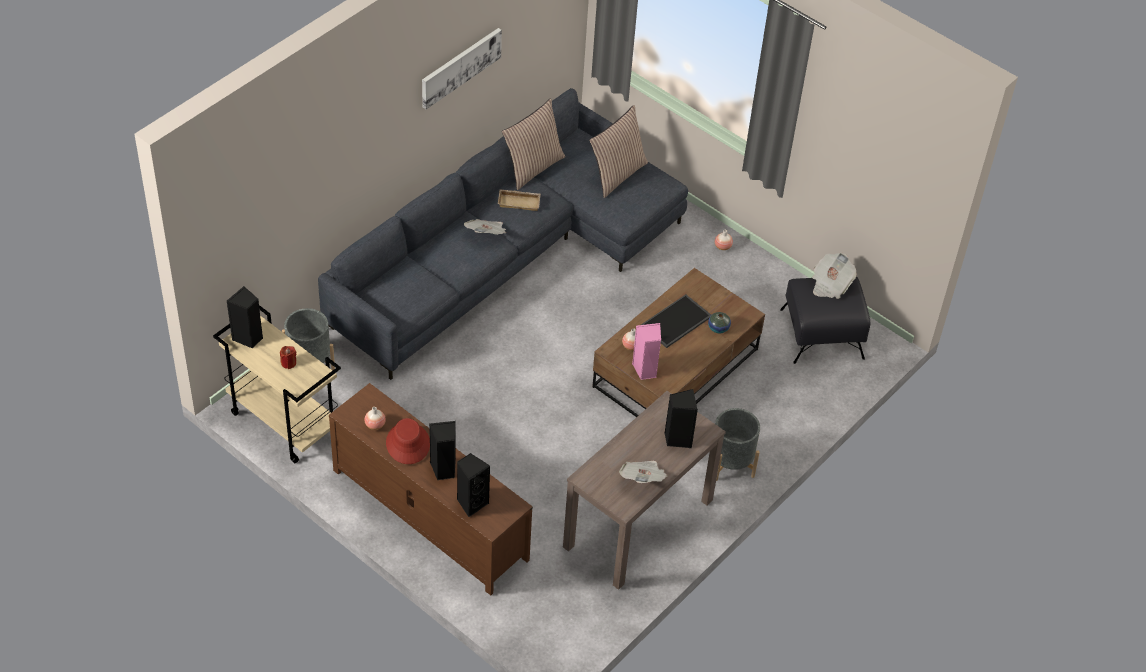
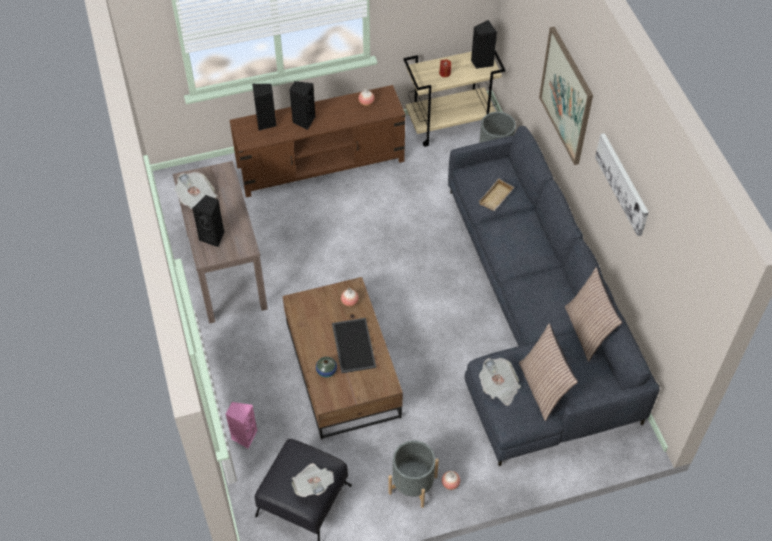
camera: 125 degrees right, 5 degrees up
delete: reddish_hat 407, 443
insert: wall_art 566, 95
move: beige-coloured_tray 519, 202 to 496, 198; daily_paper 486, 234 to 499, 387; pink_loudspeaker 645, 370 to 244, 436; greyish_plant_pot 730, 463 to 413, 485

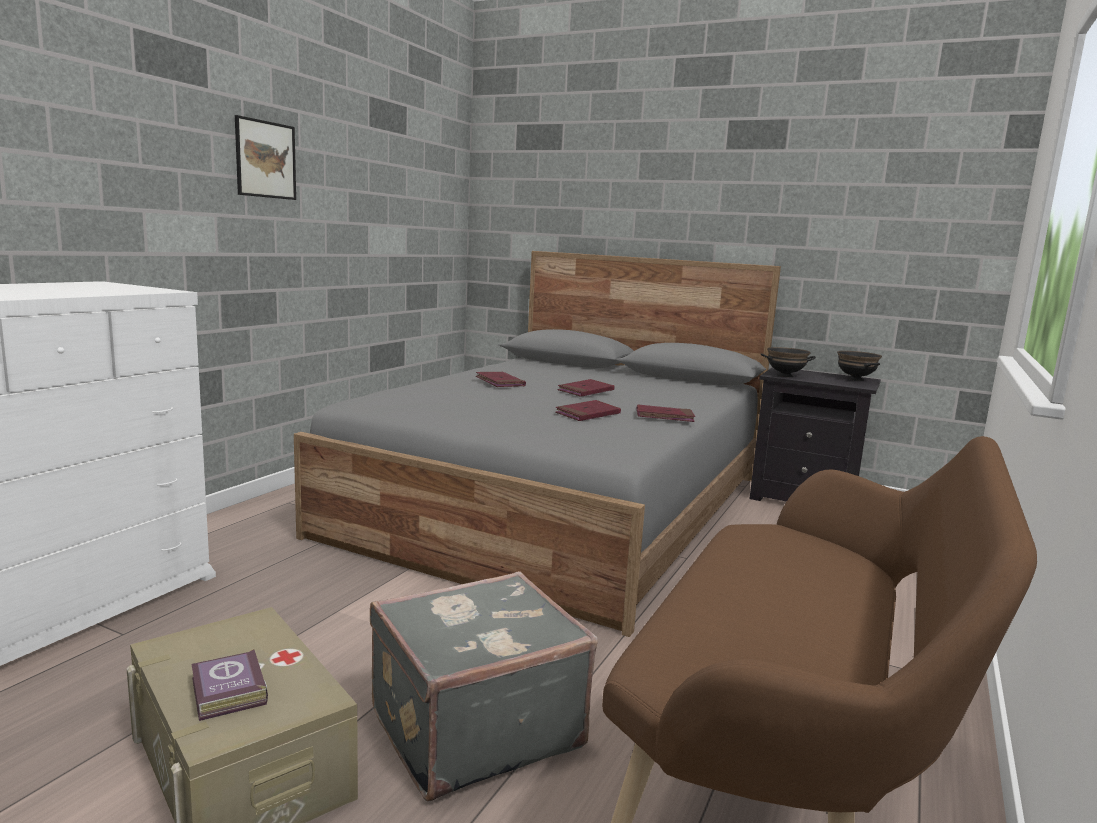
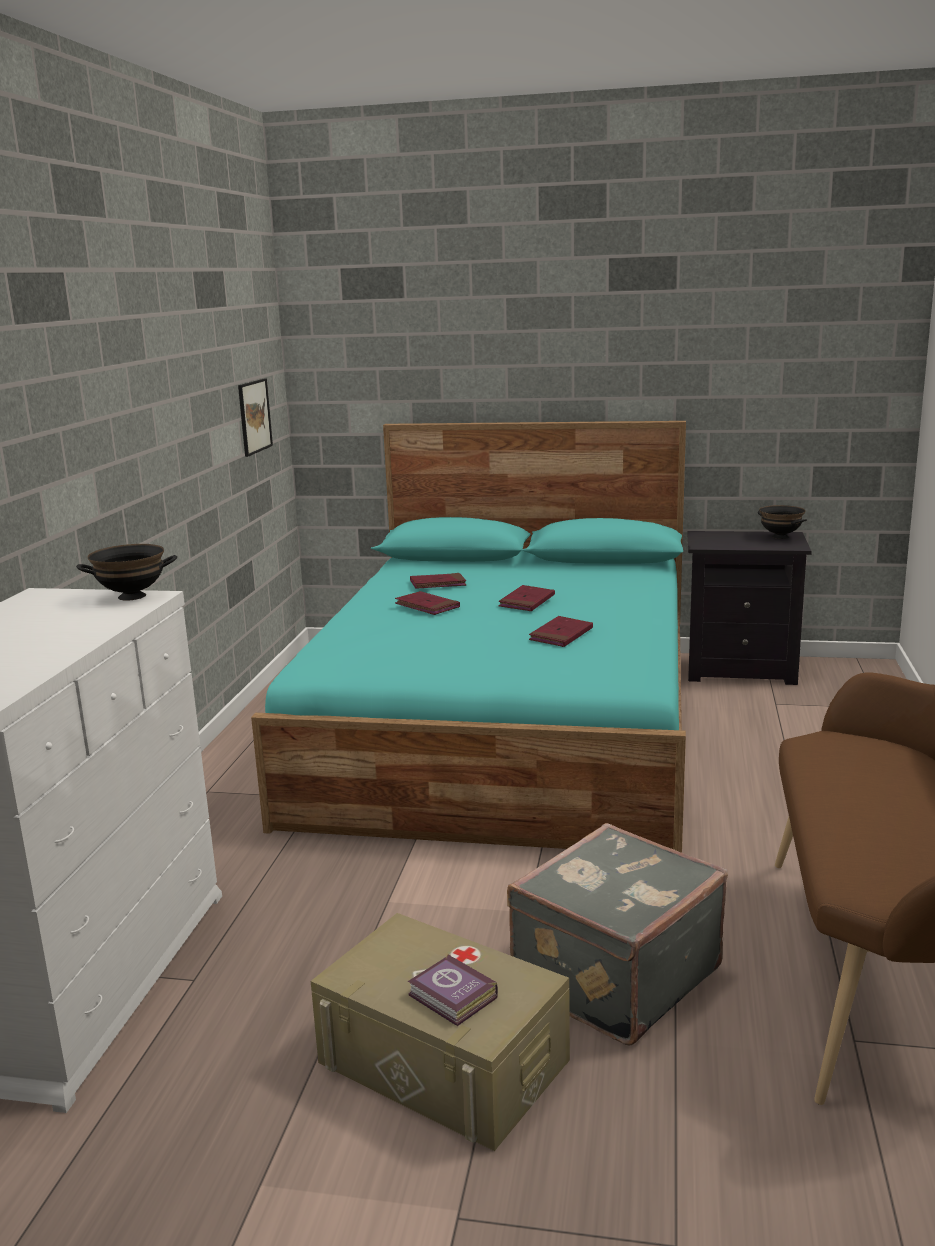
camera: 15 degrees left, 5 degrees up
move: wall_art 265, 159 to 254, 416; blackish_bowl 785, 375 to 132, 596; reddish_volume 664, 416 to 438, 584
recolor: greyish_bedroom_bed 562, 504 to blue-green_bedroom_bed 508, 728

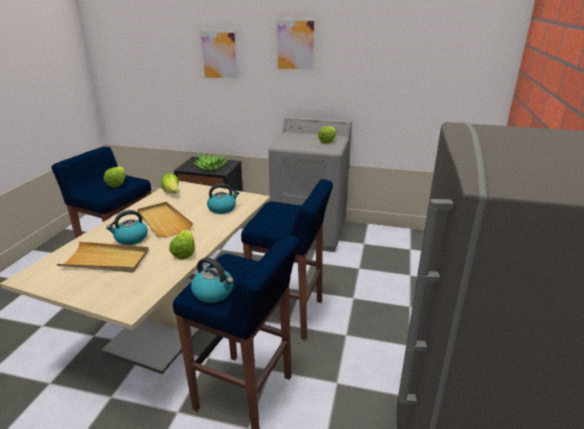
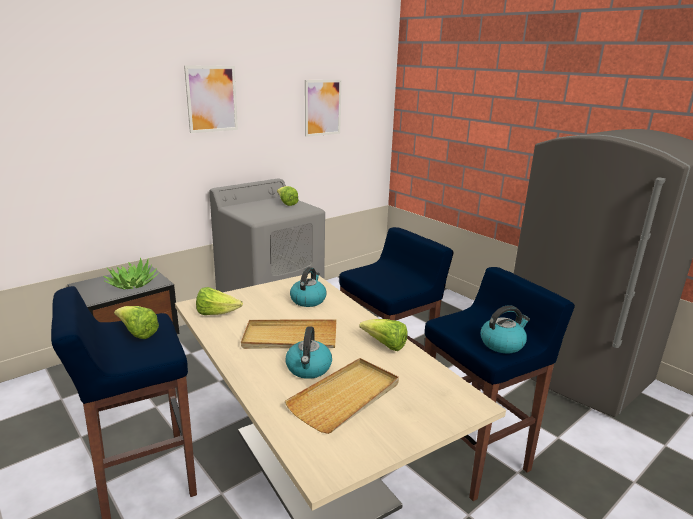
camera: 55 degrees left, 5 degrees down
move: wall_art 219, 55 to 322, 107

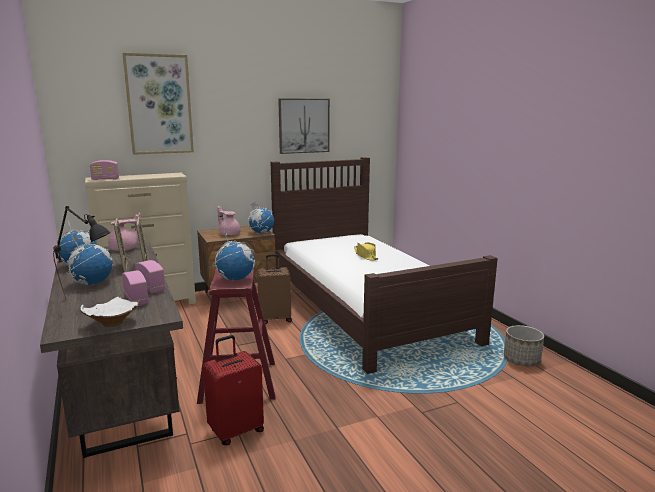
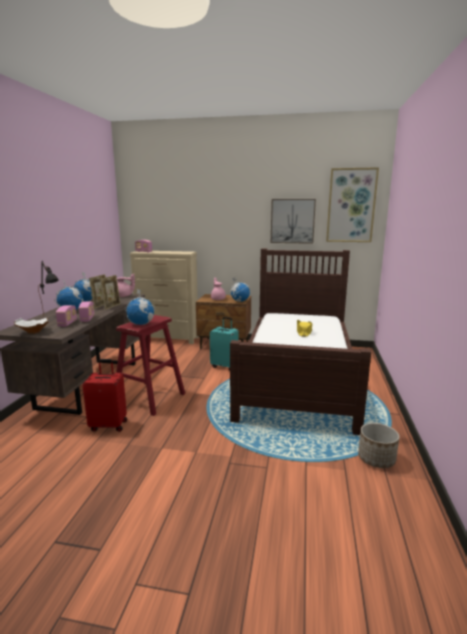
camera: 35 degrees right, 0 degrees up
move: wall_art 159, 104 to 351, 205
recolor: brown-coloured_suitcase 275, 319 to blue-green_suitcase 225, 366

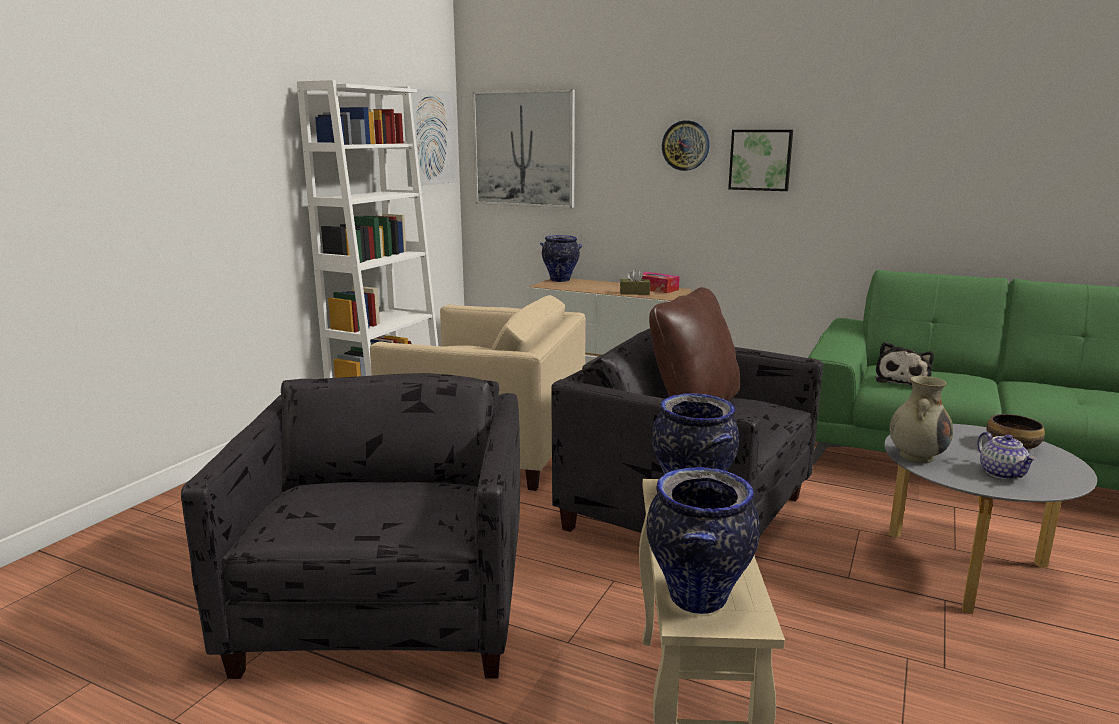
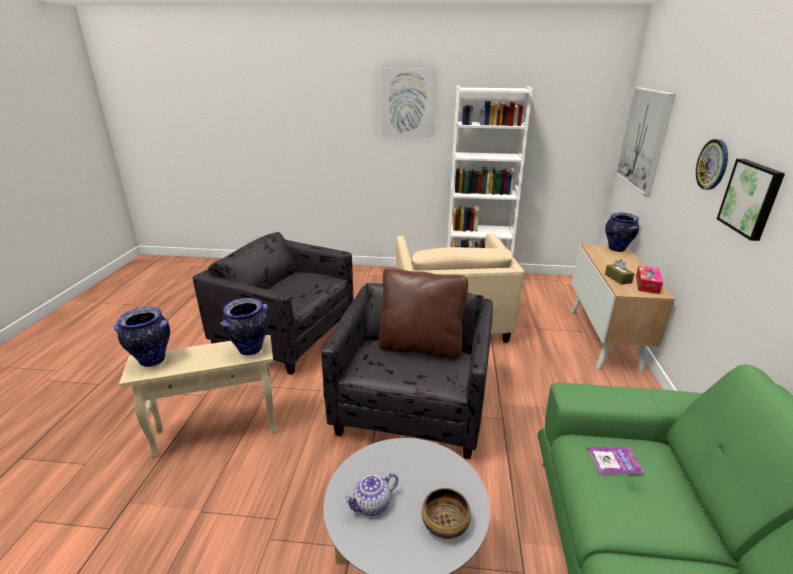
camera: 70 degrees right, 10 degrees up
delete: beige-coloured_flower_vase 916, 456
move: wall_art 428, 137 to 407, 103
replace: plush_toy 902, 380 to volume 614, 462
rotate: greyish_armchair 387, 606 = 284, 335 135 degrees counterclockwise

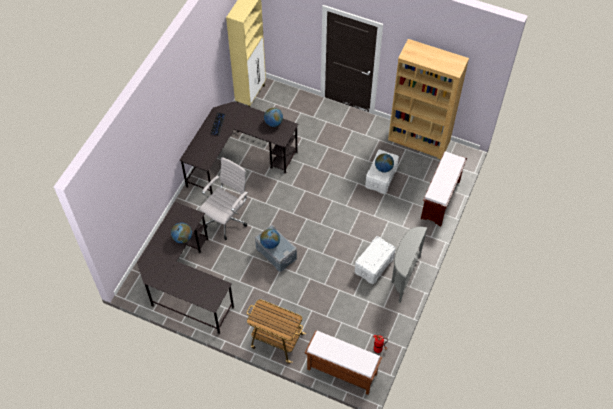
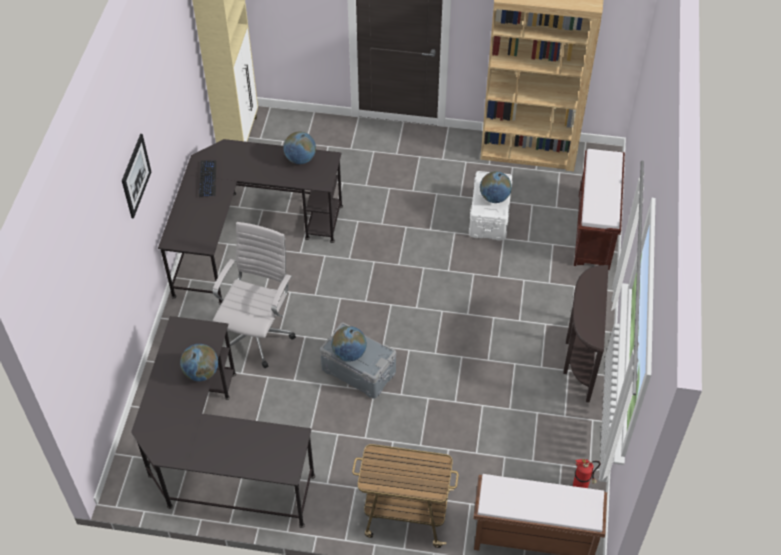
camera: 15 degrees left, 5 degrees down
delete: white-coloured_storage_container 374, 265
insert: wall_art 136, 176
recolor: greyish_narrow_table 403, 276 to brown-coloured_narrow_table 578, 359

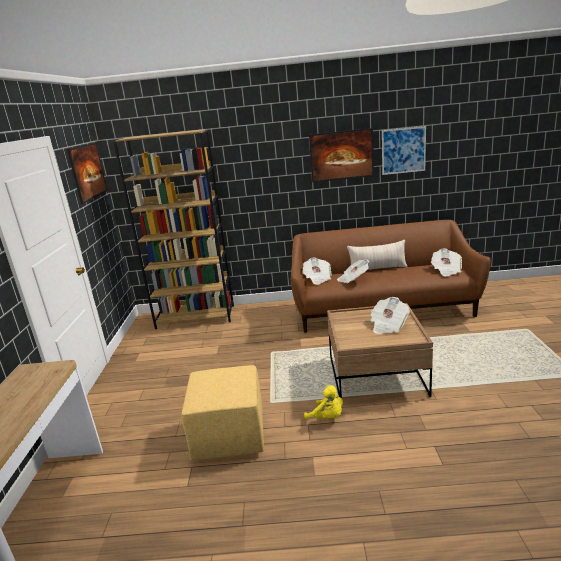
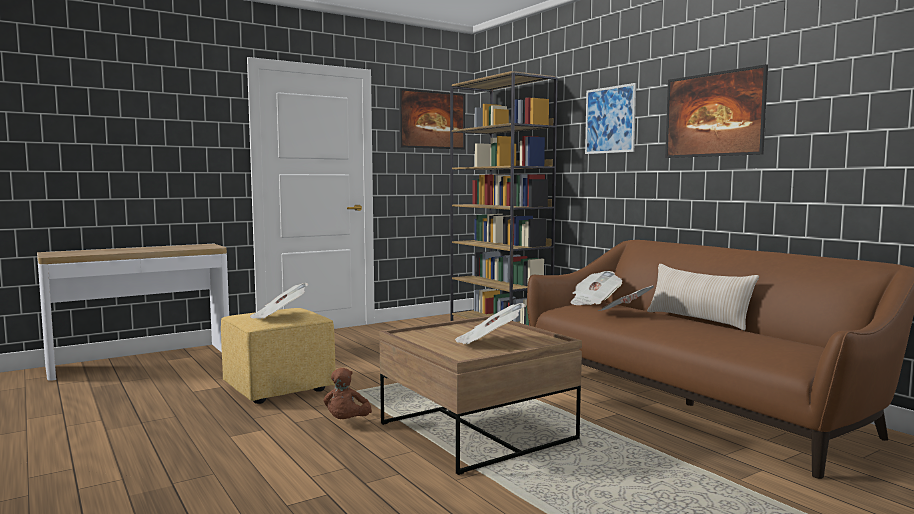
camera: 55 degrees right, 15 degrees down
move: wall_art 403, 150 to 610, 120; daily_paper 446, 270 to 279, 316
recolor: yellow_plush_toy 327, 417 to brown-coloured_plush_toy 347, 422

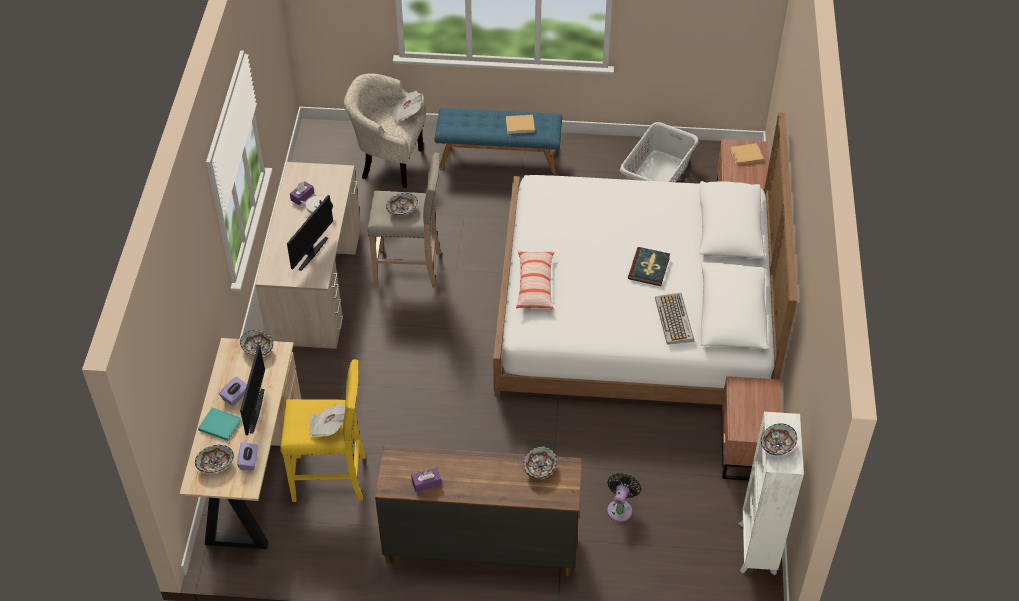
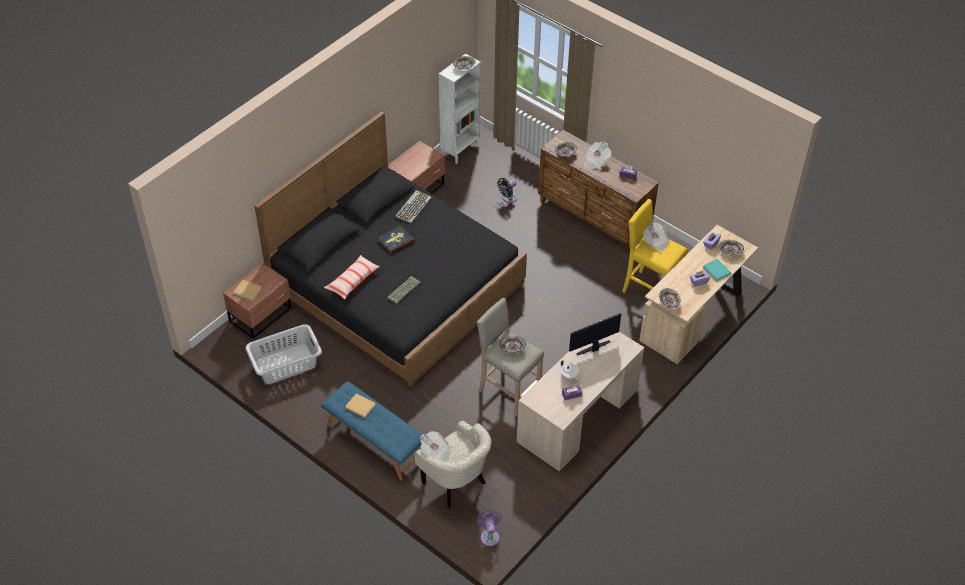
camera: 145 degrees left, 0 degrees up
delete: monitor 255, 411
insert: daily_paper 596, 161; computer_keyboard 403, 290; purplish_electric_fan 489, 535
move: pillow 535, 285 to 353, 281
recolor: white-coloured_bedroom_bed 635, 311 to blackish_bedroom_bed 397, 286

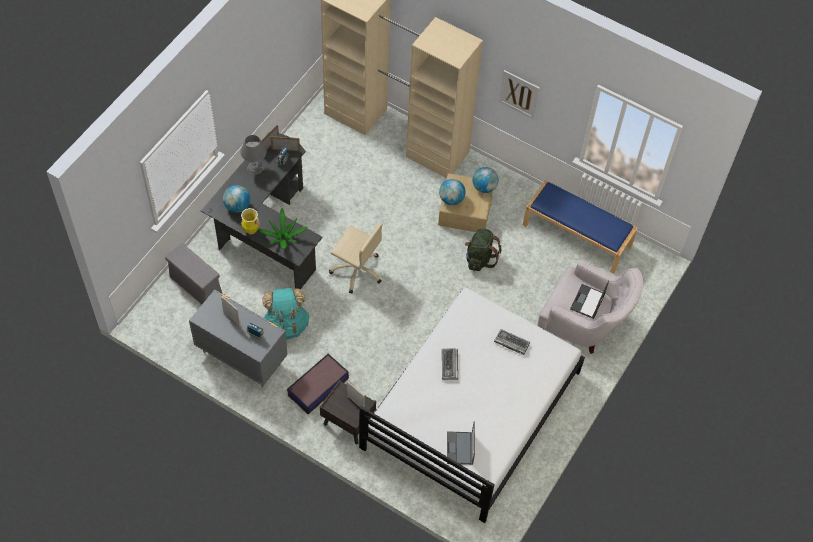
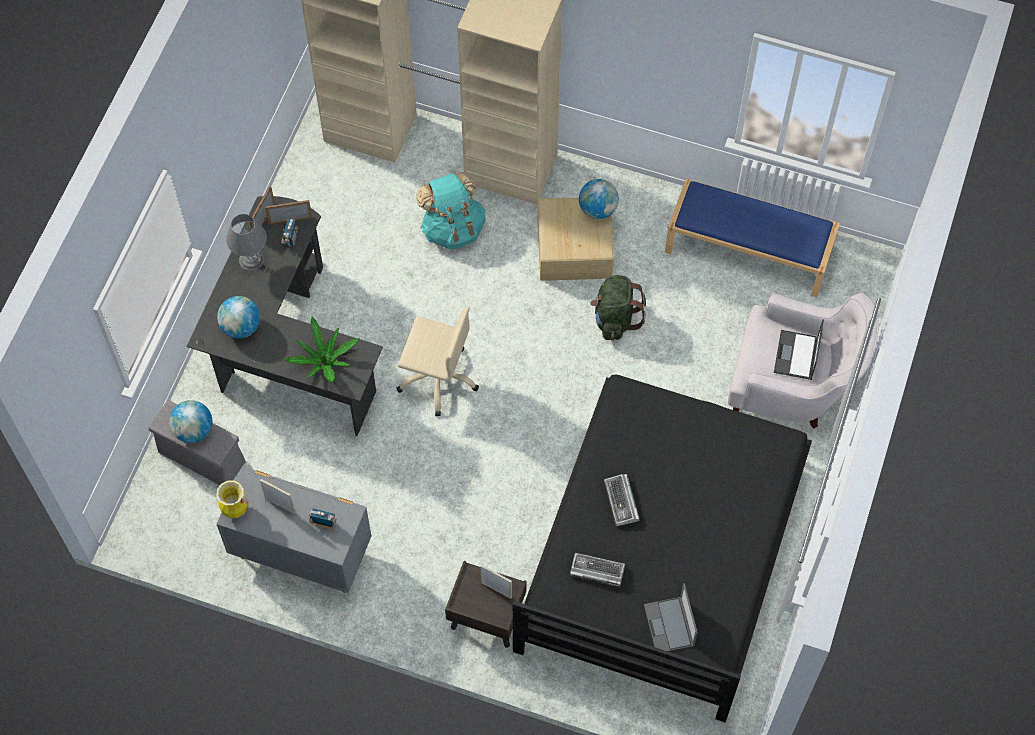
camera: 10 degrees left, 5 degrees up
delete: wall_art 519, 94; storage_container 317, 387
move: world_globe 451, 199 to 194, 430; flower_vase 251, 230 to 235, 510; blue-green_backpack 286, 324 to 453, 228; computer_keyboard 511, 343 to 596, 571
recolor: white-coloured_bedroom_bed 470, 409 to blackish_bedroom_bed 661, 554

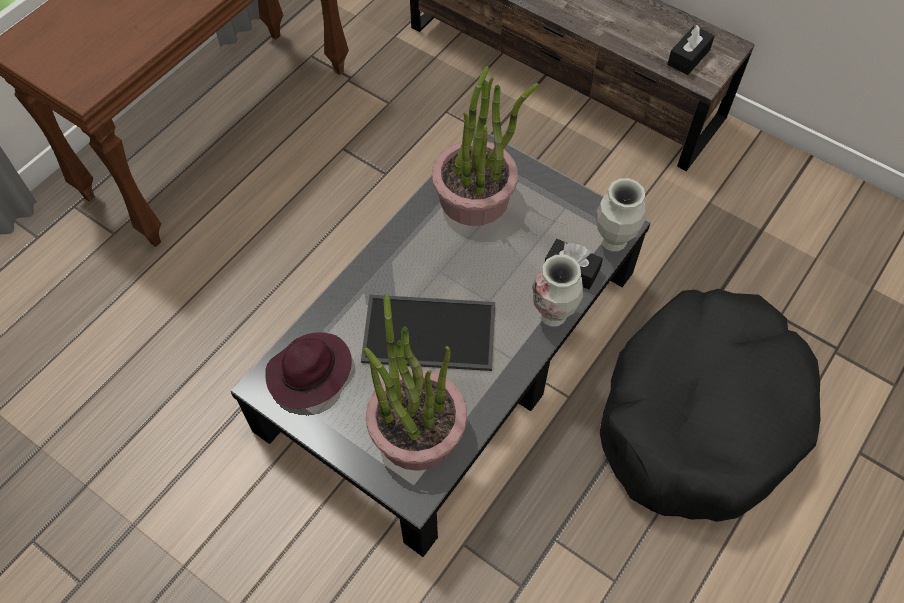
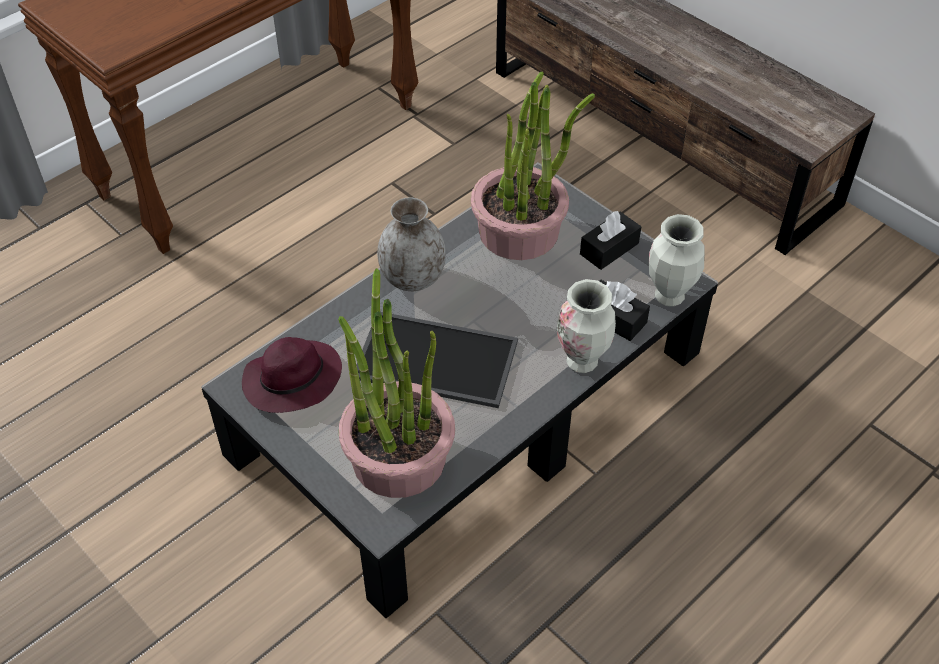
camera: 10 degrees right, 10 degrees down
delete: blackish_pet_bed 700, 415
insert: greyish_flower_vase 412, 278
move: blackish_box_of_tissues 688, 57 to 609, 249

